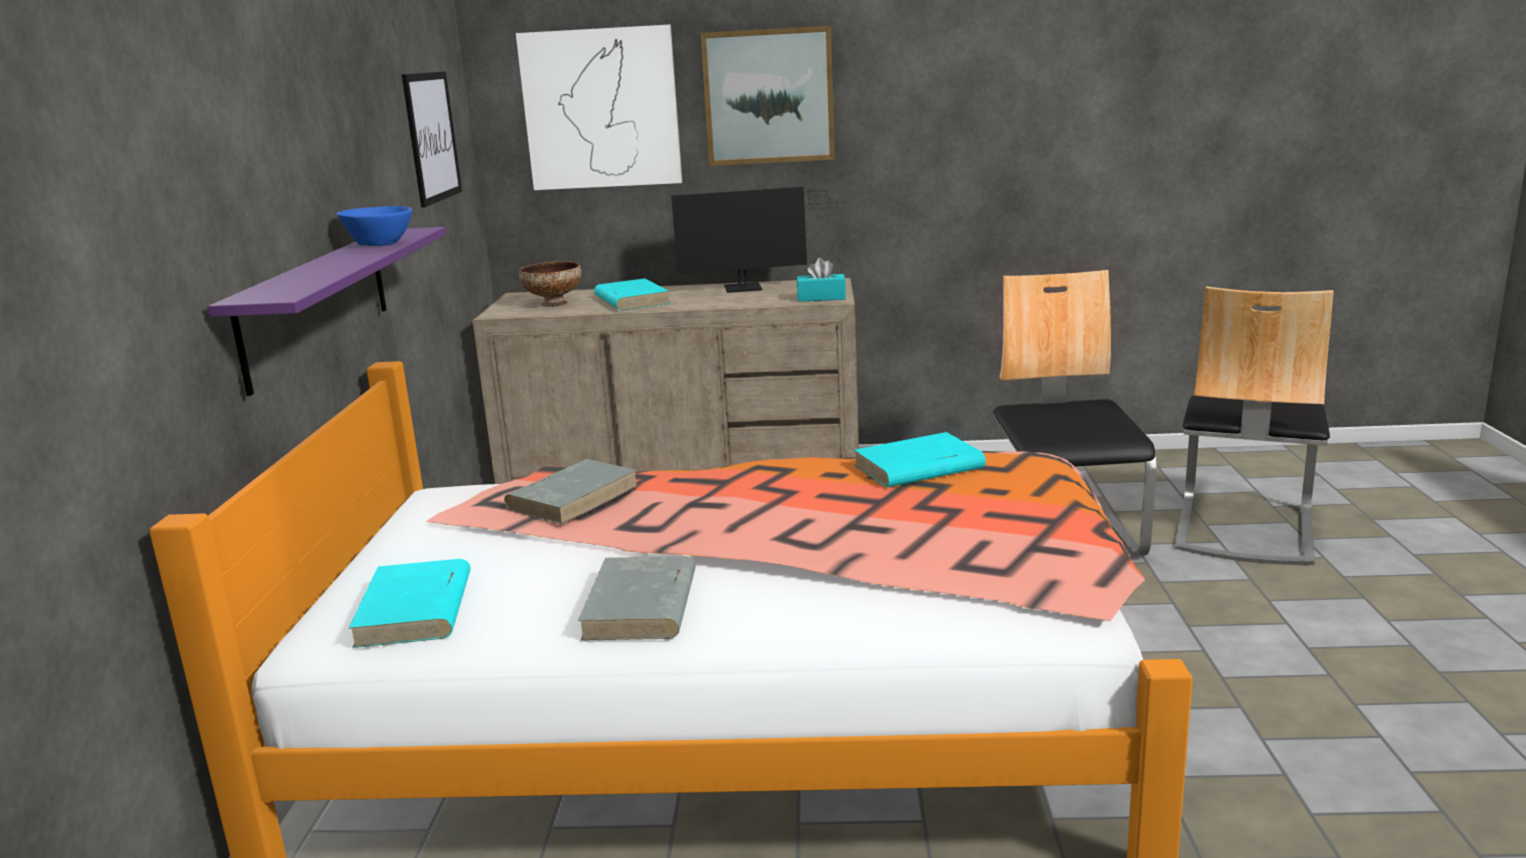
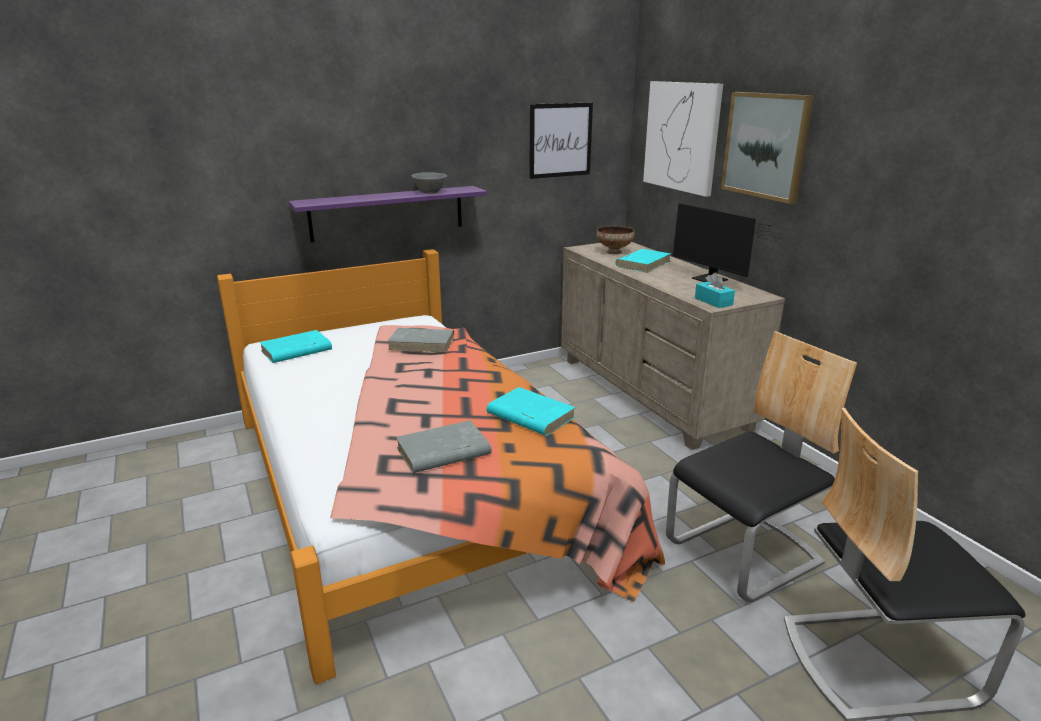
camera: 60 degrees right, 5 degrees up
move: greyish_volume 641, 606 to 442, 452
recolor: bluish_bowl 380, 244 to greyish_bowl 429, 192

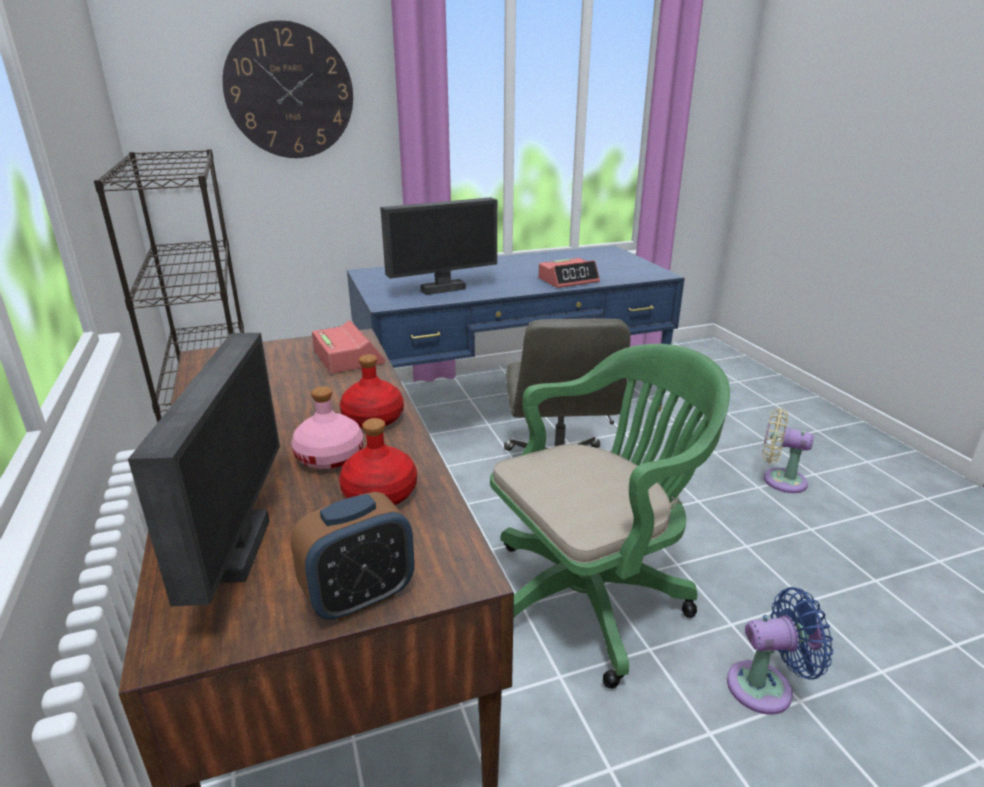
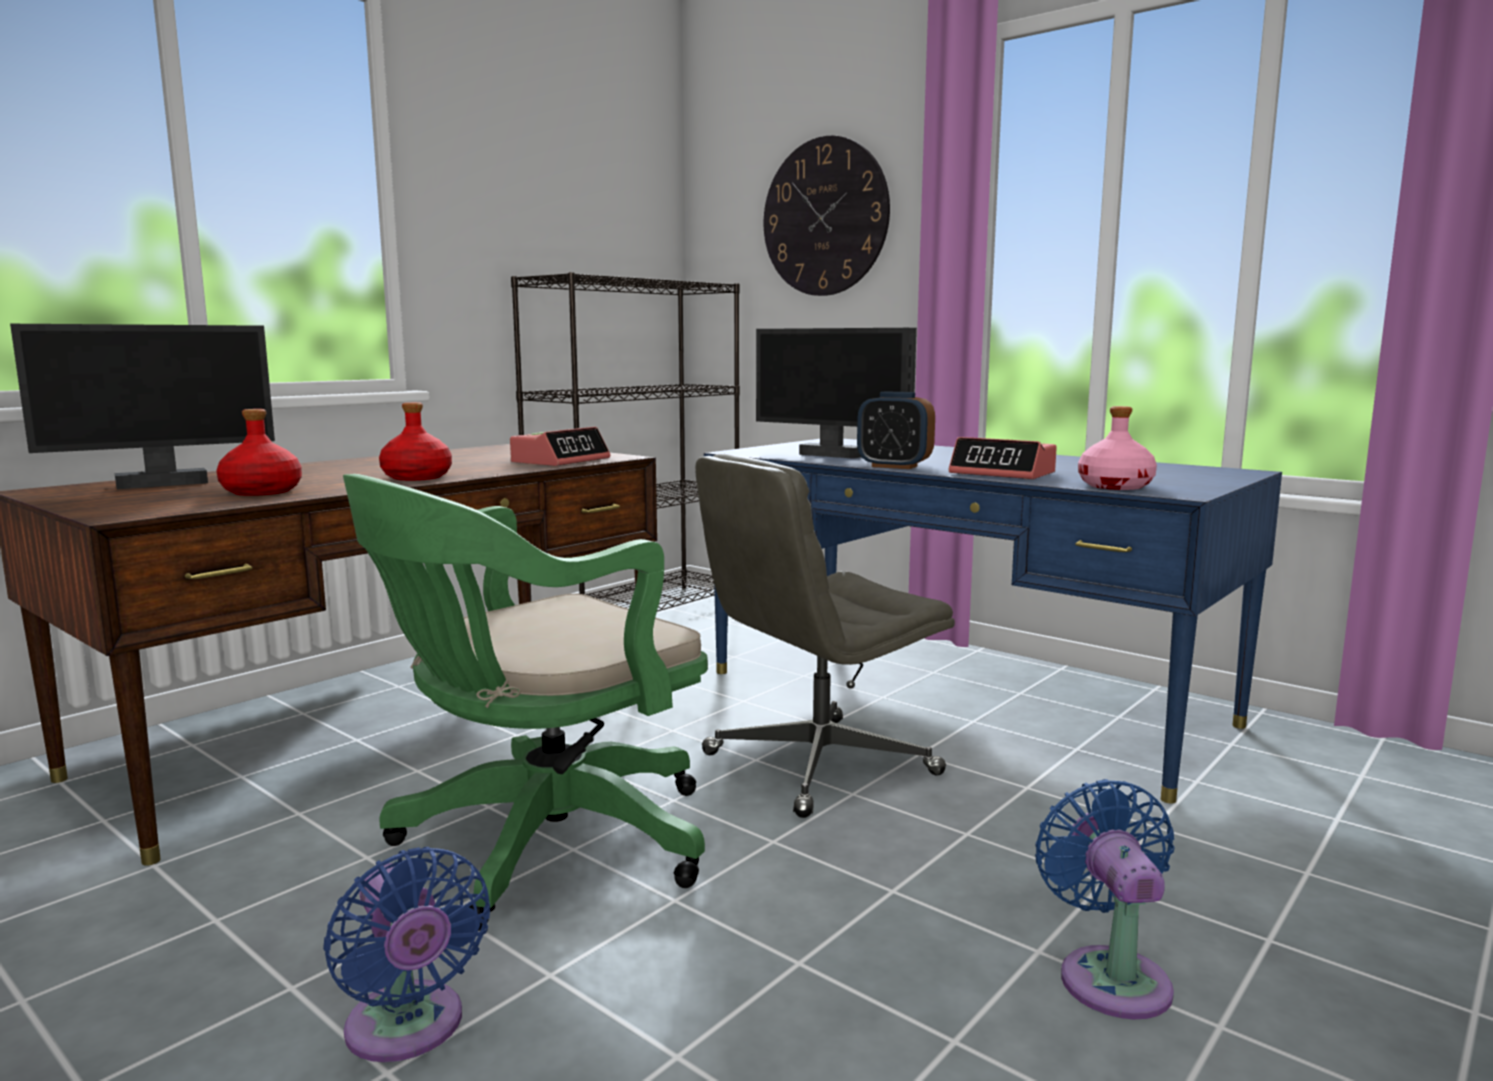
camera: 60 degrees right, 15 degrees down
move: pink_drink_bottle 330, 456 to 1116, 486; table_clock 359, 597 to 894, 466
recolor: beige-coloured_electric_fan 779, 480 to bluish_electric_fan 1110, 975
rotate: green_desk_chair 592, 595 = 541, 846 105 degrees clockwise

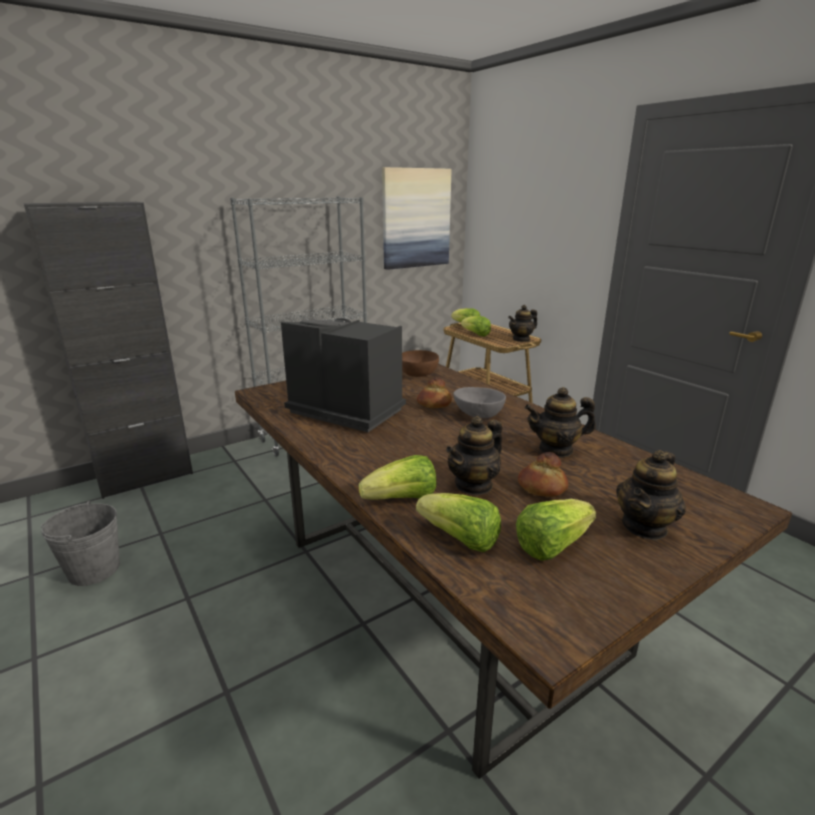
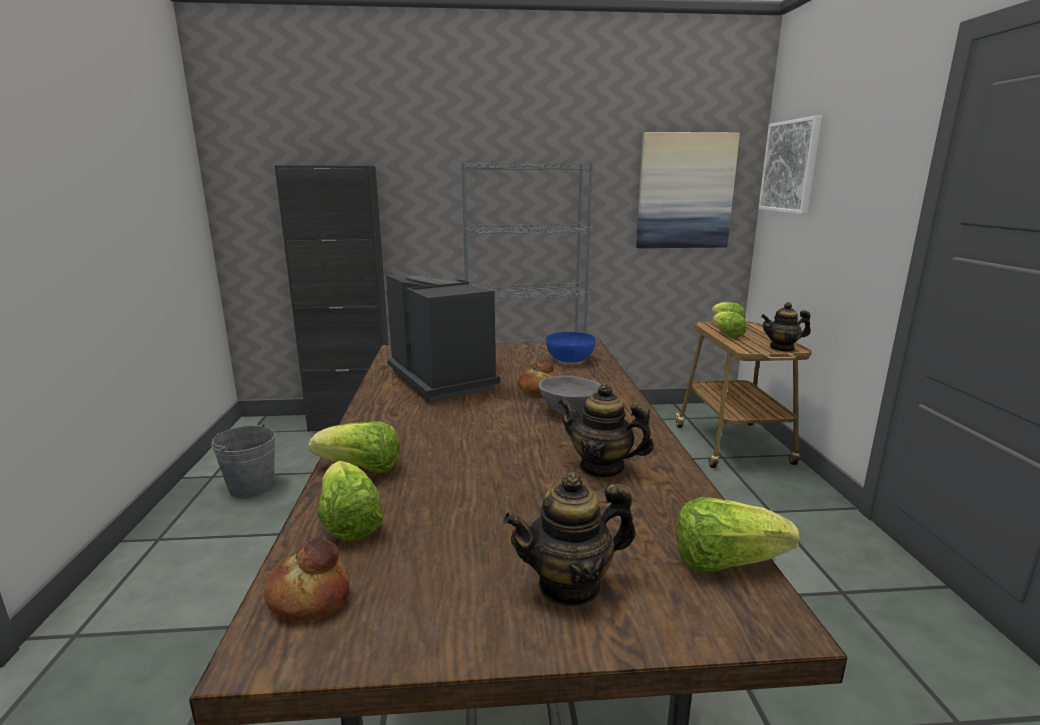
camera: 30 degrees right, 5 degrees down
delete: teapot 474, 485
insert: wall_art 790, 166
move: bakery_bread 541, 487 to 310, 597; lettuce 552, 545 to 725, 561
recolor: brown-coloured_bowl 418, 374 to bluish_bowl 570, 359

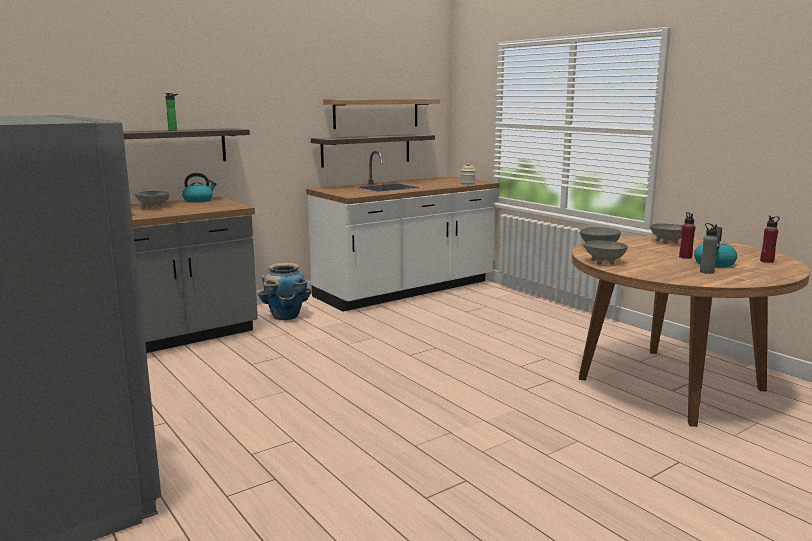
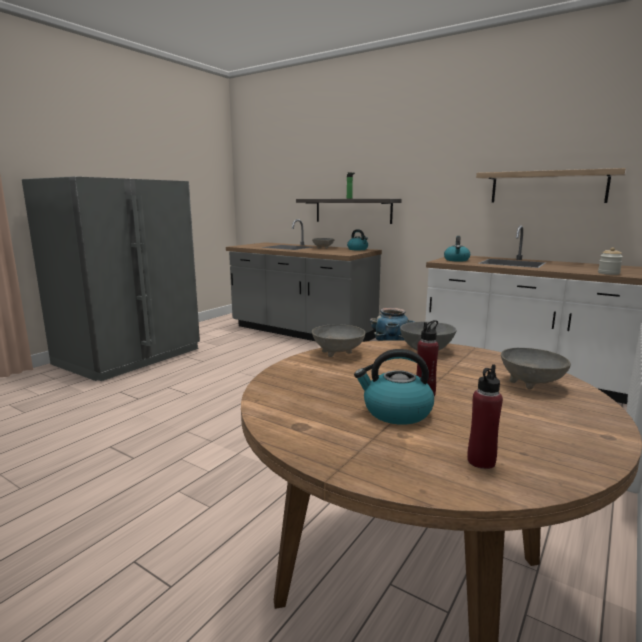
camera: 70 degrees right, 0 degrees up
delete: shelf 366, 150; greyish_drink_bottle 706, 271
insert: kettle 456, 260

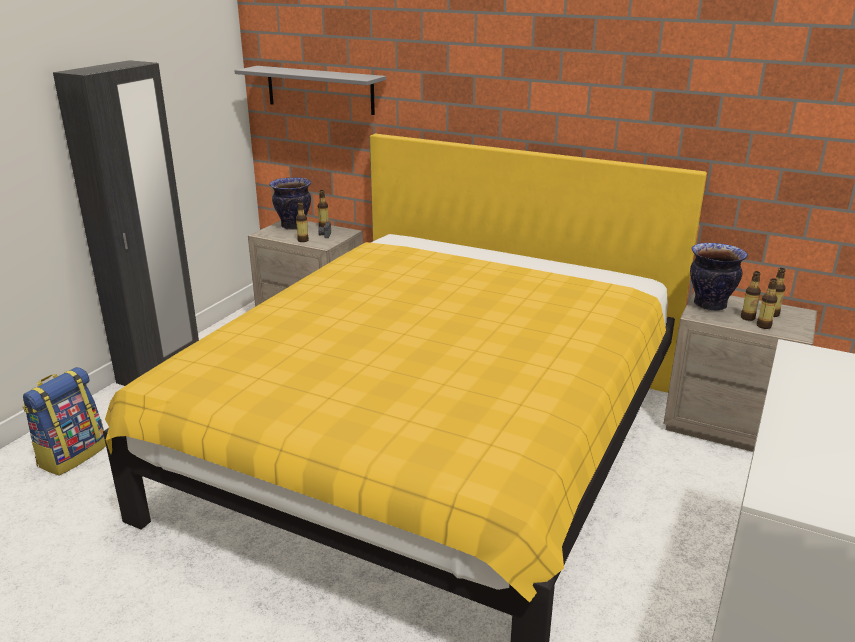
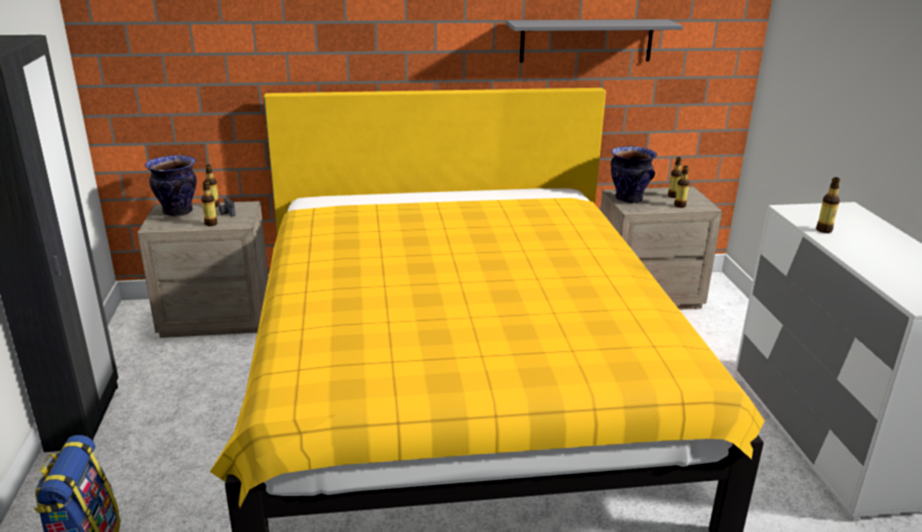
camera: 35 degrees left, 0 degrees up
move: greyish_shelf 320, 90 to 586, 40; drink_bottle 747, 318 to 824, 230

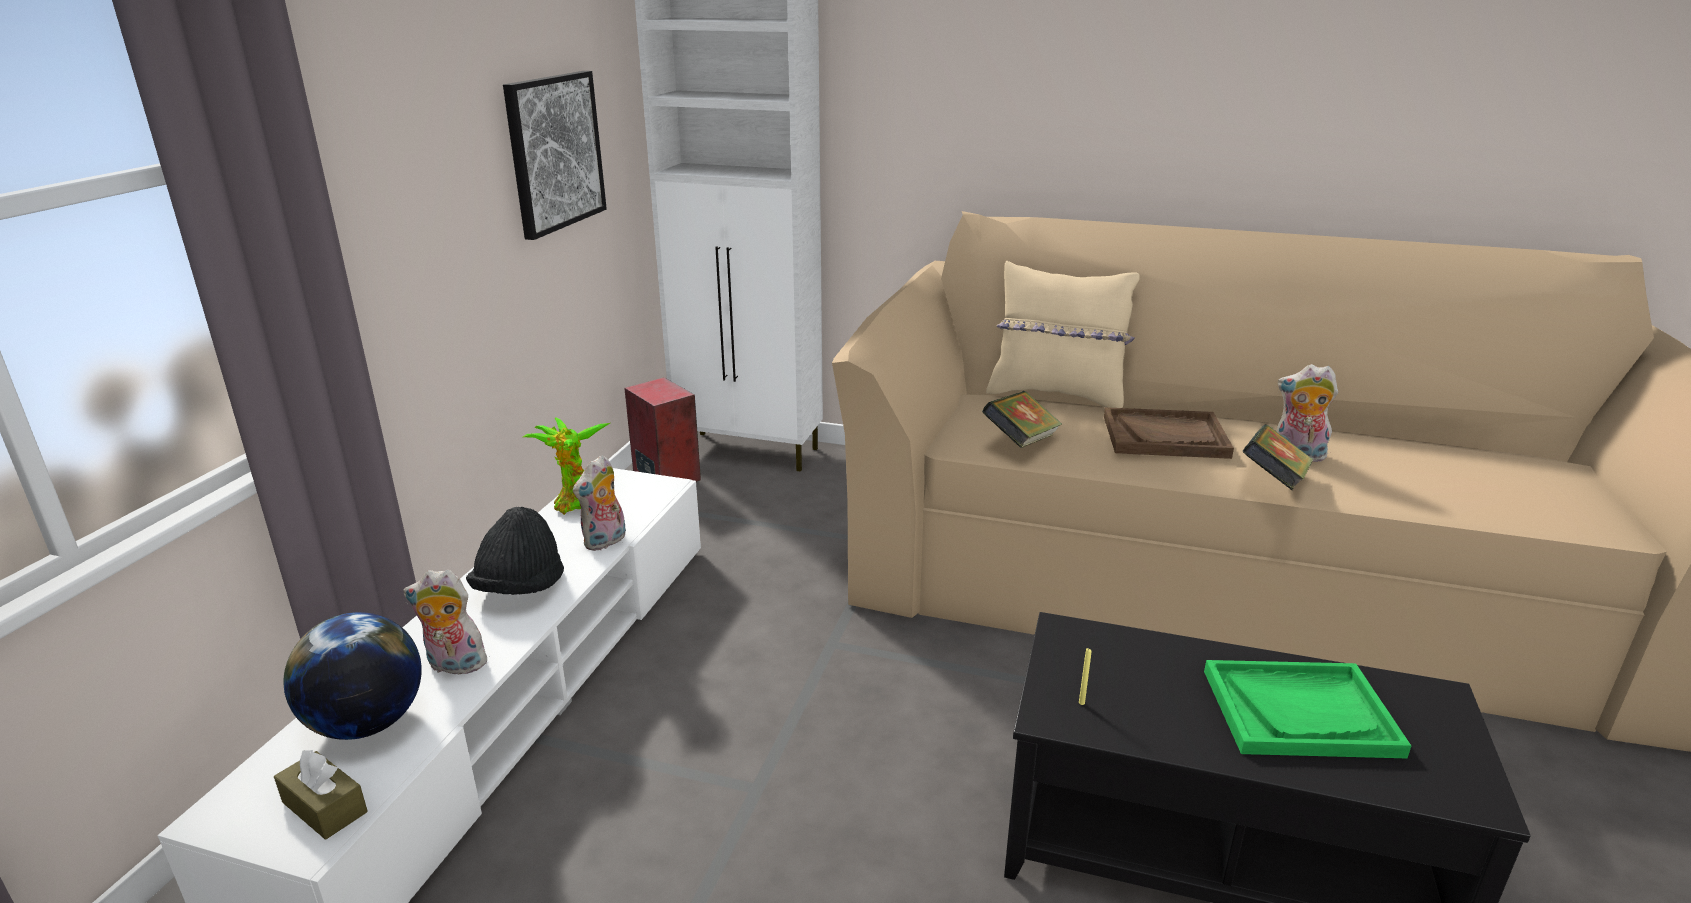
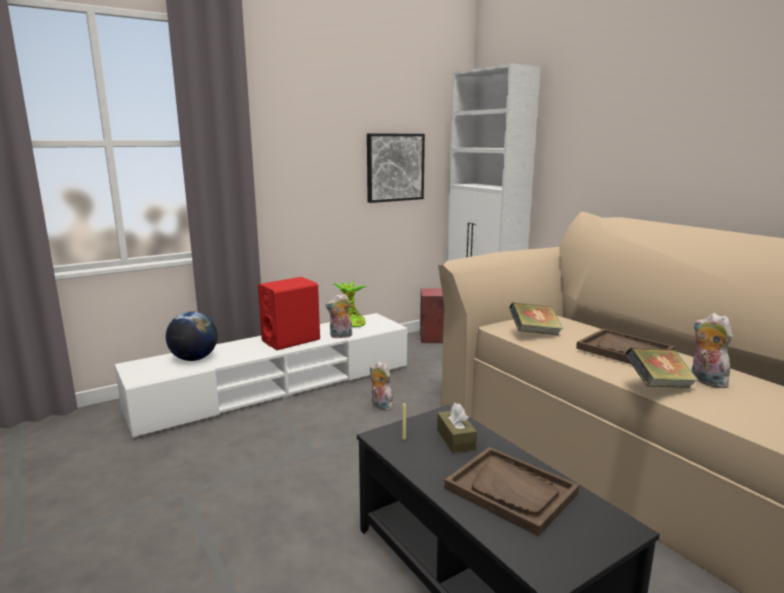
camera: 40 degrees right, 10 degrees down
delete: beige-coloured_pillow 1056, 395
move: plush_toy 454, 666 to 380, 406; brown-coloured_box_of_tissues 324, 807 to 455, 439
replace: blackish_hat 520, 588 to reddish_loudspeaker 291, 340
recolor: green_tray 1300, 712 to brown-coloured_tray 511, 491

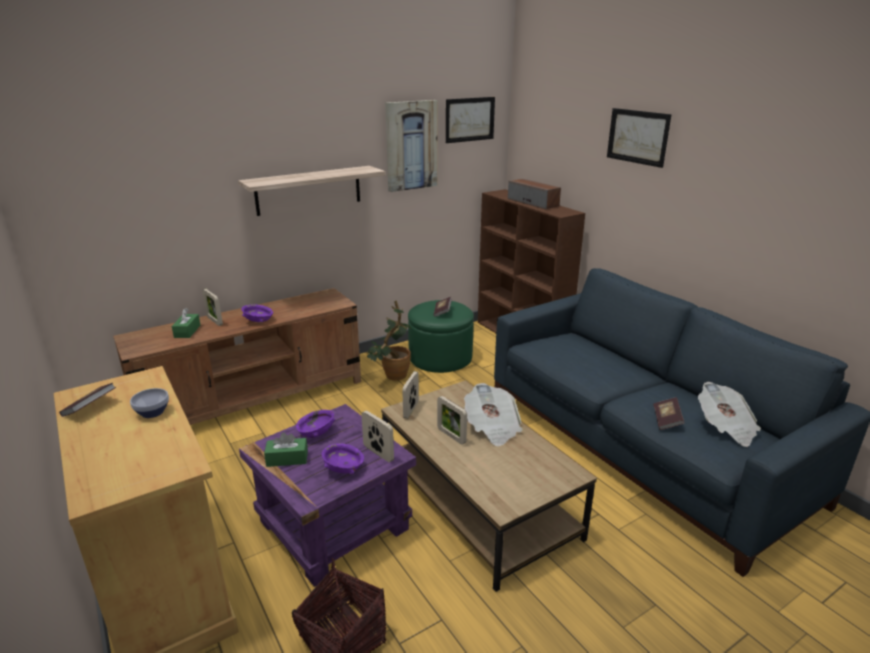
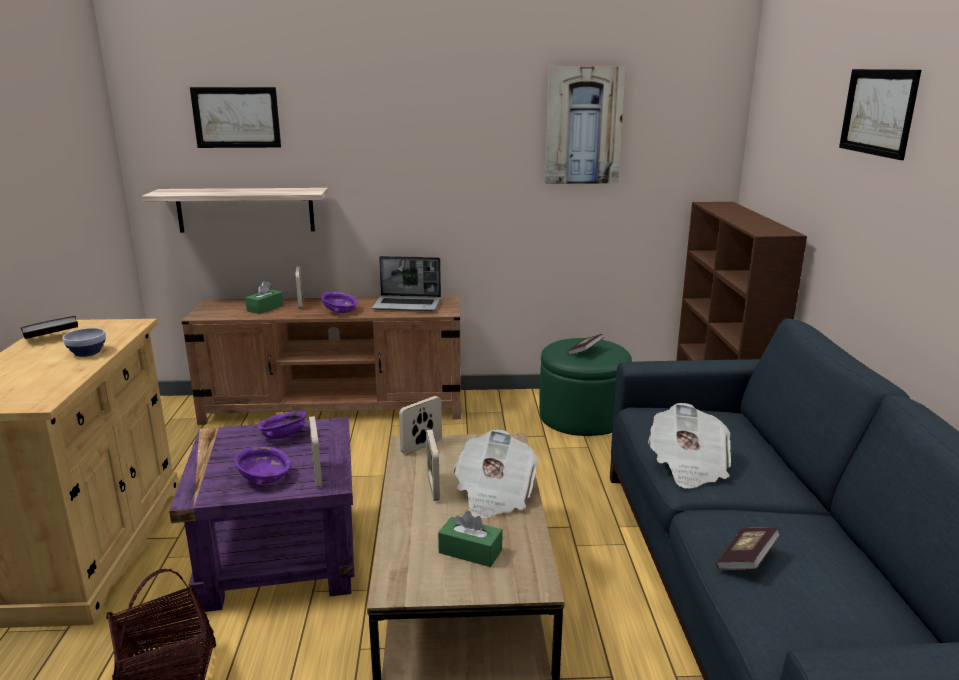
camera: 30 degrees right, 5 degrees down
delete: loudspeaker 533, 202; plant_in_a_pot 392, 377
insert: laptop 408, 305
move: wall_art 470, 119 to 236, 117; shelf 309, 190 to 245, 210; daily_paper 725, 428 to 688, 466; green_box_of_tissues 287, 459 to 470, 551

